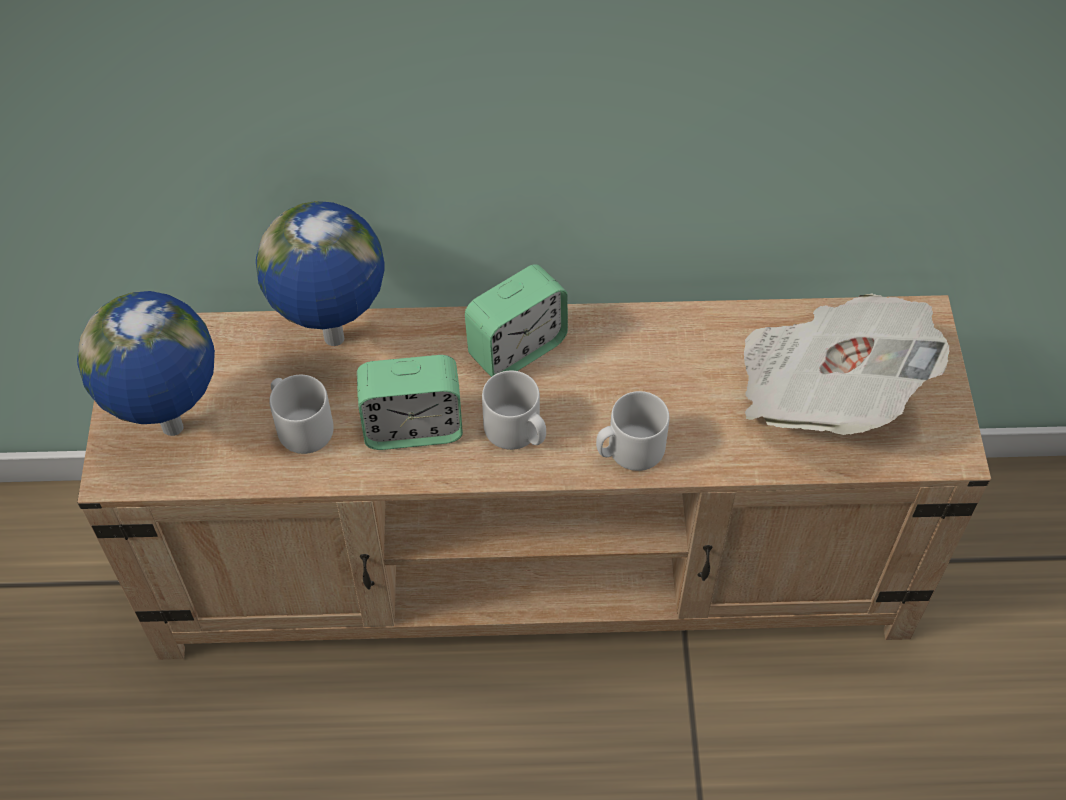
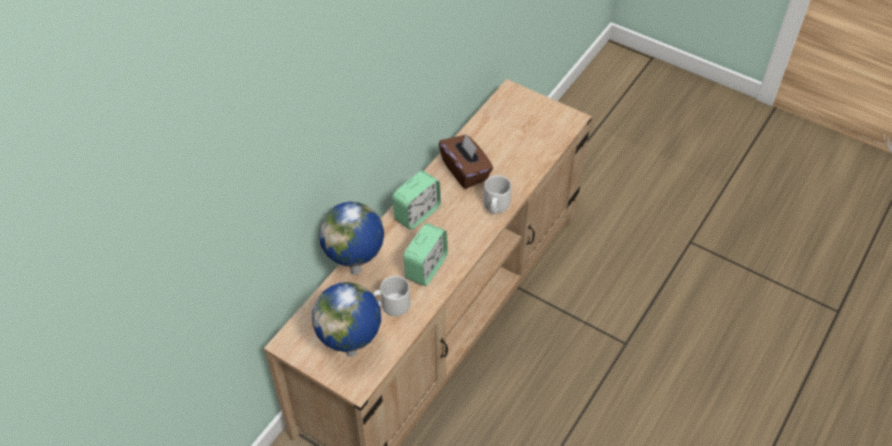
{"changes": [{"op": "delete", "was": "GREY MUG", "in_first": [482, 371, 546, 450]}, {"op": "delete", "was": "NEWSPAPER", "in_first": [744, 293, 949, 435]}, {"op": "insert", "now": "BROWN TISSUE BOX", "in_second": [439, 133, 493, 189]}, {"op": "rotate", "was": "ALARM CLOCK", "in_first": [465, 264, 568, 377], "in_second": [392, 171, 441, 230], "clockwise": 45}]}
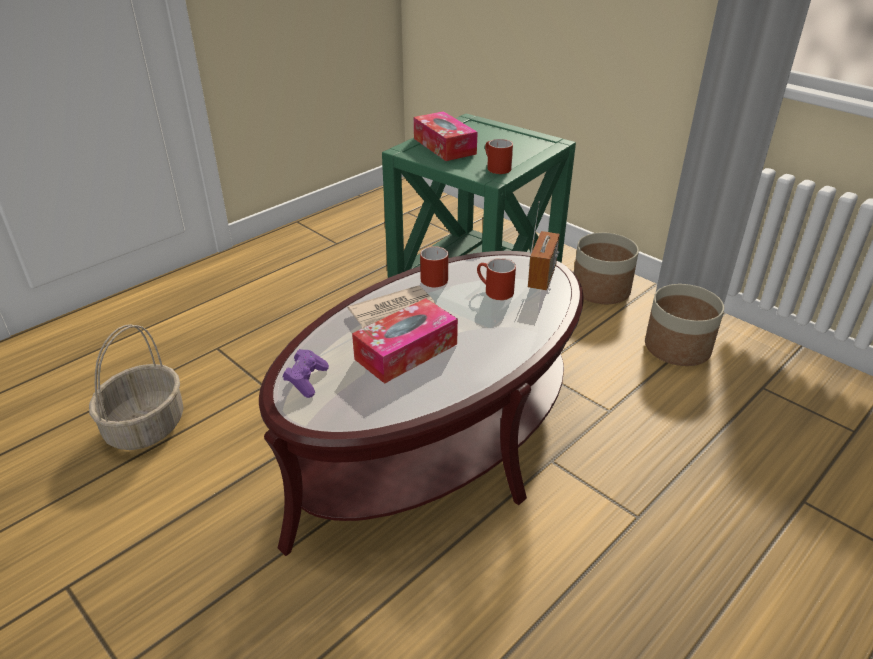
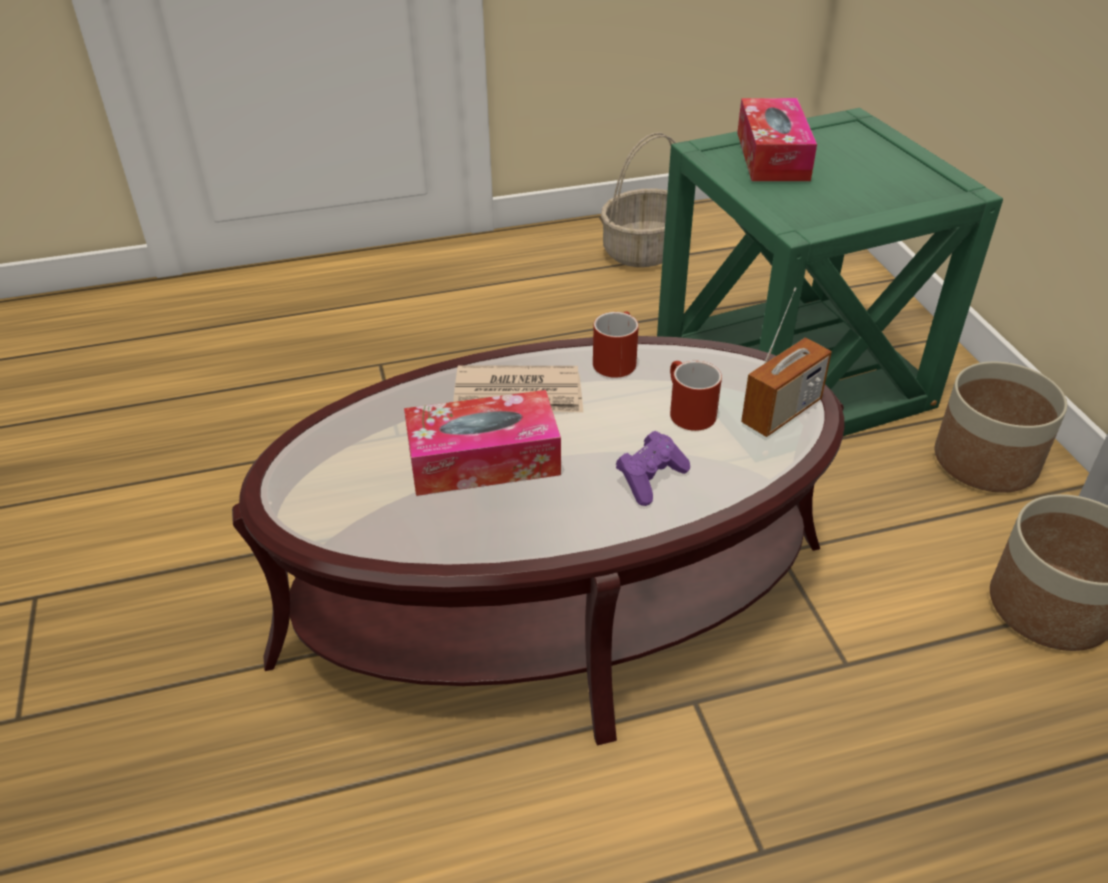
{"changes": [{"op": "delete", "was": "RED MUG", "in_first": [485, 139, 513, 174]}, {"op": "move", "was": "BASKET", "in_first": [89, 324, 184, 450], "in_second": [601, 132, 676, 267]}, {"op": "move", "was": "PURPLE GAME CONTROLLER", "in_first": [283, 349, 329, 398], "in_second": [616, 431, 690, 506]}]}
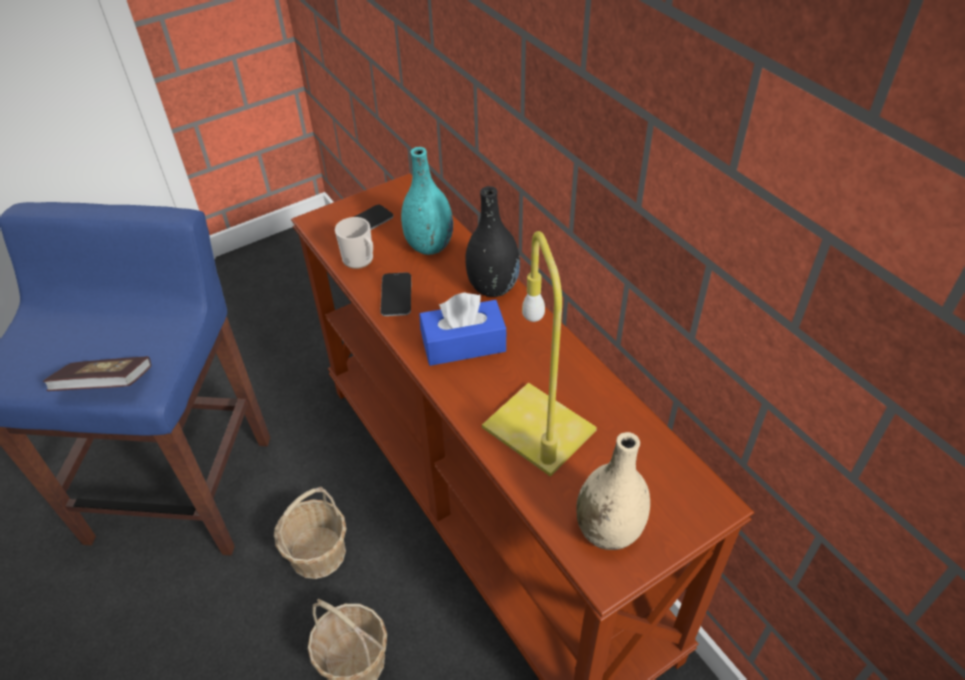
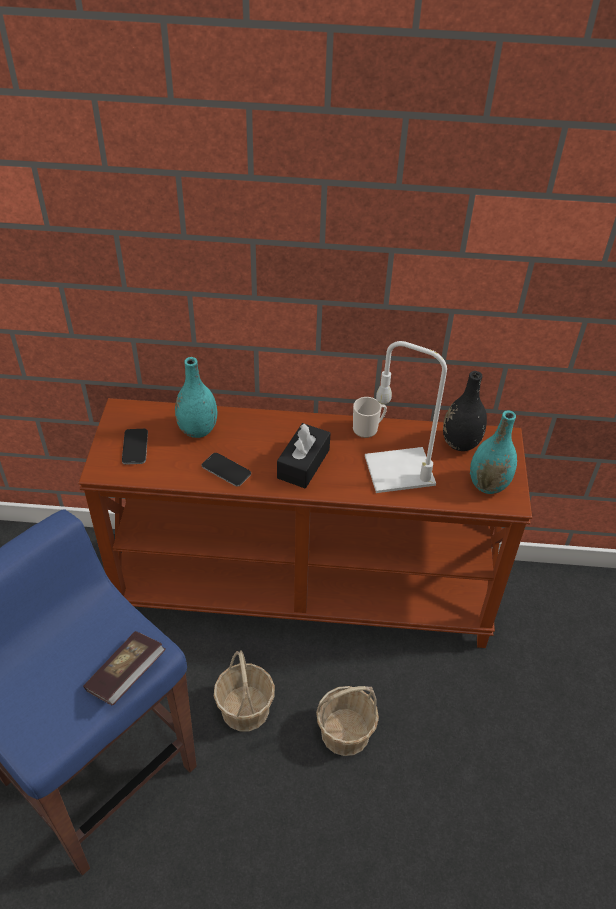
{"changes": [{"op": "move", "was": "MUG", "in_first": [335, 217, 373, 269], "in_second": [353, 397, 387, 438]}, {"op": "move", "was": "BLACK VASE", "in_first": [465, 186, 520, 297], "in_second": [443, 371, 487, 451]}, {"op": "recolor", "was": "BLUE TISSUE BOX", "now": "BLACK TISSUE BOX", "in_first": [419, 293, 506, 366], "in_second": [277, 423, 330, 488]}, {"op": "recolor", "was": "YELLOW TABLE LAMP", "now": "WHITE TABLE LAMP", "in_first": [482, 231, 597, 477], "in_second": [365, 341, 447, 493]}, {"op": "recolor", "was": "BEIGE VASE", "now": "TURQUOISE VASE", "in_first": [576, 432, 650, 550], "in_second": [470, 410, 517, 494]}]}
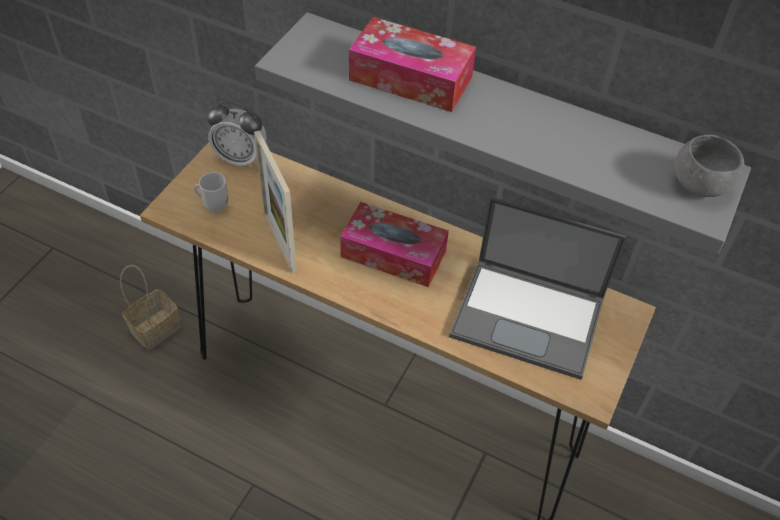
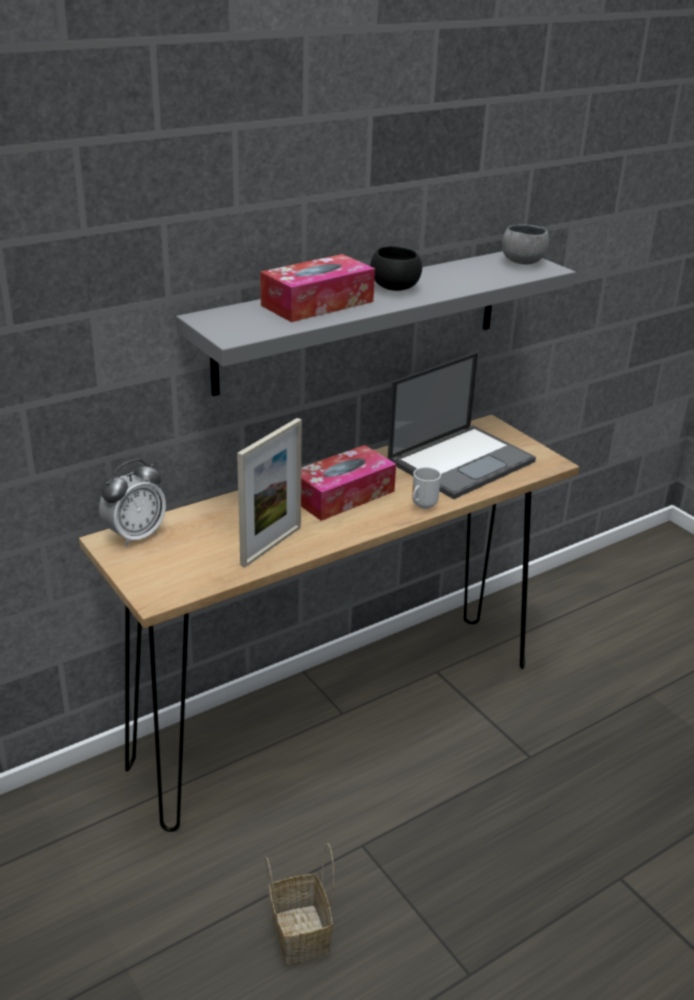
{"changes": [{"op": "insert", "now": "BLACK BOWL", "in_second": [370, 246, 422, 291]}, {"op": "move", "was": "BASKET", "in_first": [120, 265, 181, 350], "in_second": [266, 843, 334, 965]}, {"op": "move", "was": "MUG", "in_first": [194, 172, 229, 211], "in_second": [412, 467, 441, 509]}, {"op": "rotate", "was": "PICTURE FRAME", "in_first": [254, 130, 297, 273], "in_second": [237, 418, 302, 568], "clockwise": -60}]}
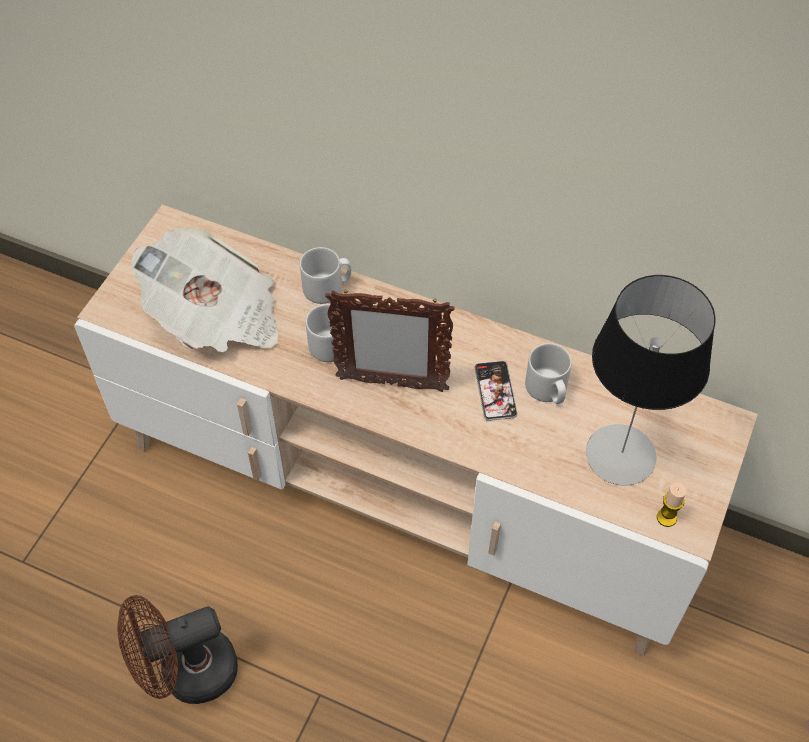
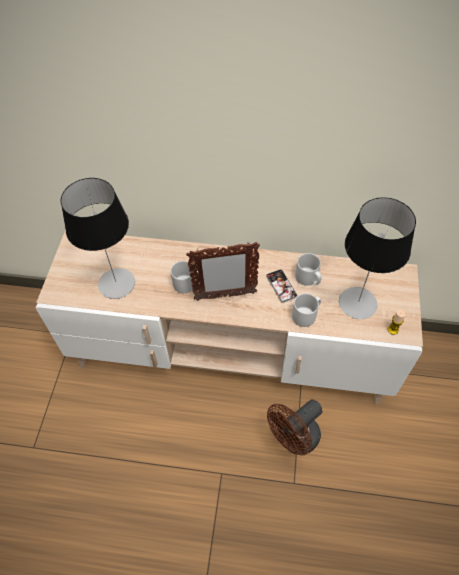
{"changes": [{"op": "move", "was": "BROWN FAN", "in_first": [117, 595, 238, 704], "in_second": [267, 399, 322, 455]}, {"op": "move", "was": "GREY MUG", "in_first": [300, 247, 351, 304], "in_second": [292, 293, 321, 327]}, {"op": "replace", "was": "NEWSPAPER", "now": "TABLE LAMP", "in_first": [131, 228, 278, 352], "in_second": [61, 178, 135, 299]}]}
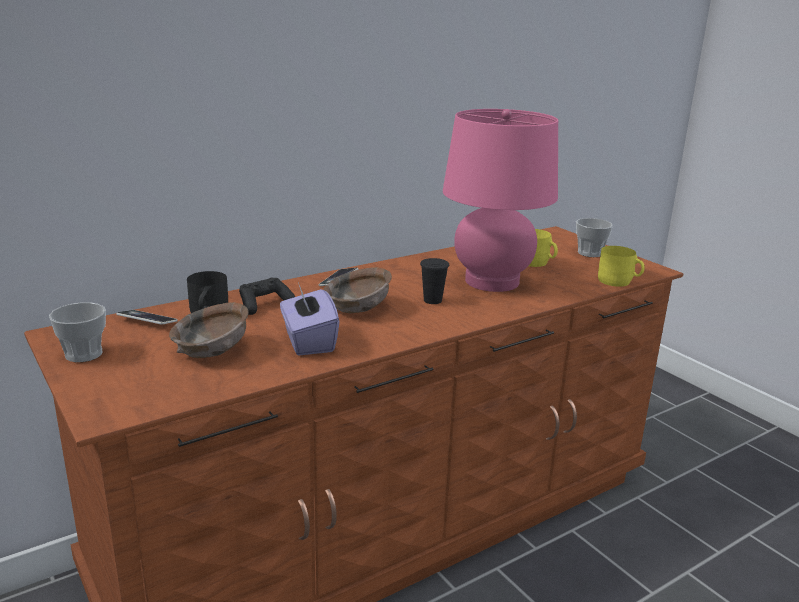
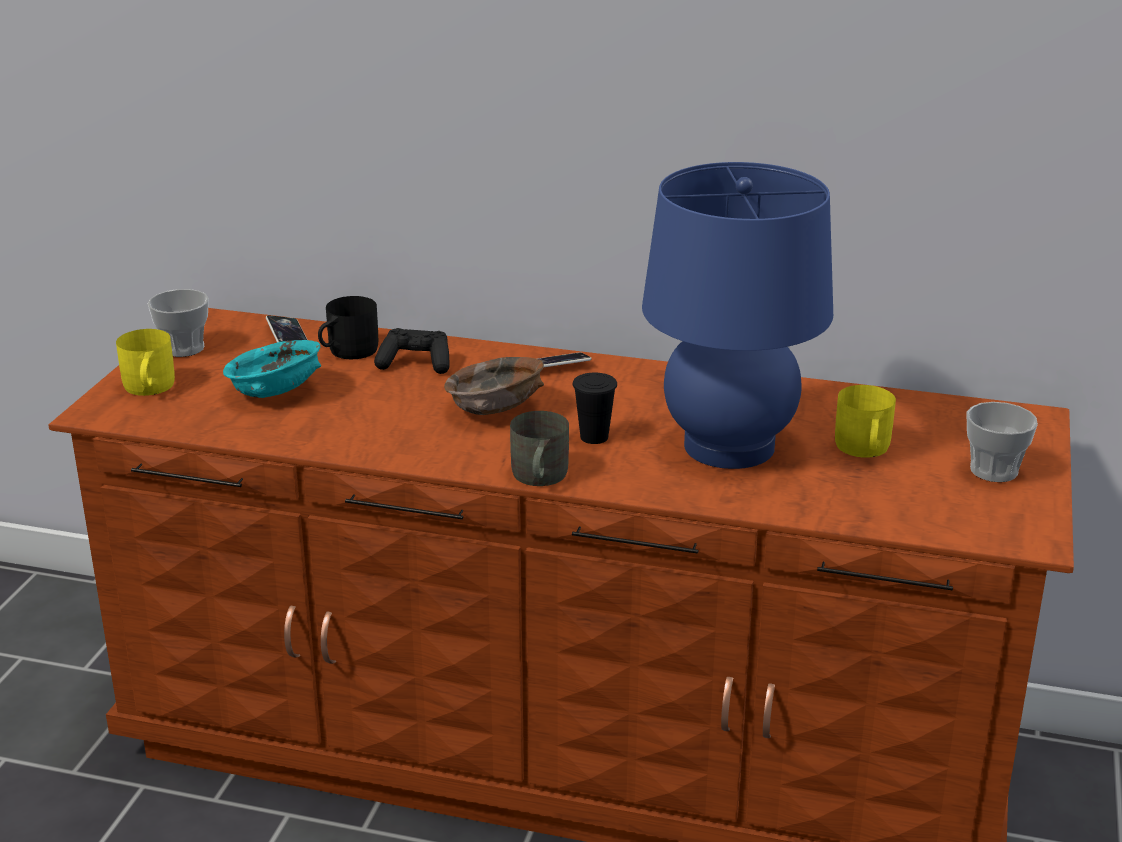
{"changes": [{"op": "delete", "was": "PURPLE TISSUE BOX", "in_first": [280, 282, 340, 355]}, {"op": "insert", "now": "GREY MUG", "in_second": [510, 411, 569, 486]}, {"op": "move", "was": "YELLOW MUG", "in_first": [598, 246, 645, 287], "in_second": [116, 329, 175, 396]}, {"op": "recolor", "was": "BROWN BOWL", "now": "TURQUOISE BOWL", "in_first": [169, 302, 249, 358], "in_second": [223, 340, 321, 398]}, {"op": "recolor", "was": "PINK TABLE LAMP", "now": "BLUE TABLE LAMP", "in_first": [443, 109, 558, 292], "in_second": [642, 162, 833, 469]}]}
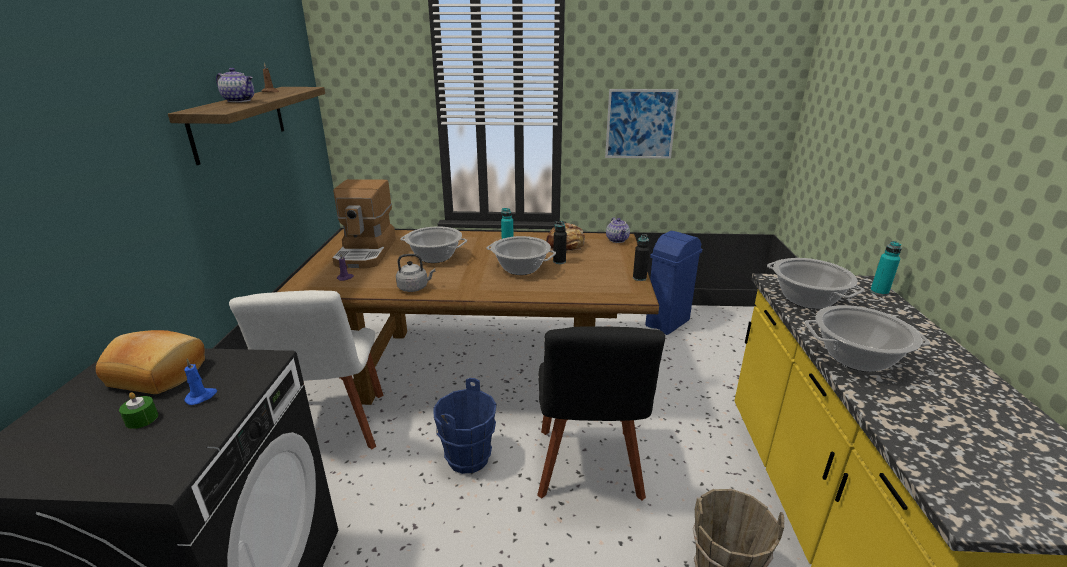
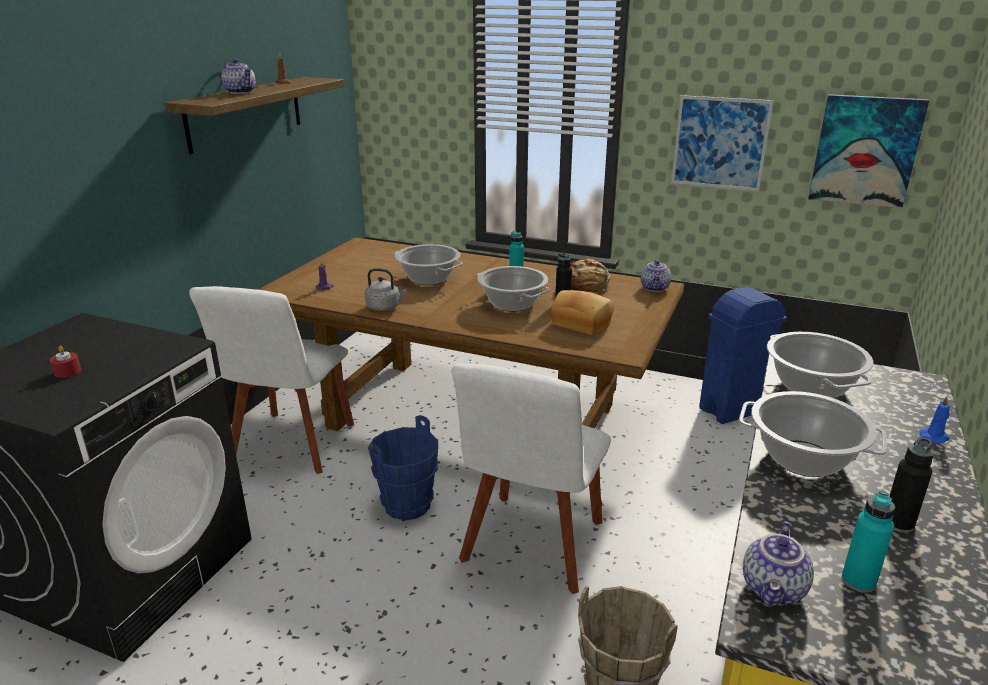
{"changes": [{"op": "delete", "was": "COFFEE MACHINE", "in_first": [332, 179, 396, 269]}, {"op": "insert", "now": "TEAPOT", "in_second": [743, 521, 814, 606]}, {"op": "insert", "now": "PICTURE", "in_second": [808, 94, 929, 208]}, {"op": "move", "was": "BREAD", "in_first": [96, 330, 205, 394], "in_second": [551, 290, 614, 335]}, {"op": "move", "was": "BLUE CANDLE", "in_first": [184, 359, 217, 405], "in_second": [919, 395, 950, 443]}, {"op": "move", "was": "BLACK BOTTLE", "in_first": [633, 234, 650, 281], "in_second": [890, 438, 934, 533]}, {"op": "move", "was": "TURQUOISE BOTTLE", "in_first": [870, 241, 902, 296], "in_second": [842, 491, 895, 593]}, {"op": "recolor", "was": "GREEN CANDLE", "now": "RED CANDLE", "in_first": [119, 392, 158, 429], "in_second": [50, 346, 81, 378]}, {"op": "recolor", "was": "BLACK CHAIR", "now": "WHITE CHAIR", "in_first": [537, 326, 665, 501], "in_second": [452, 364, 611, 594]}]}
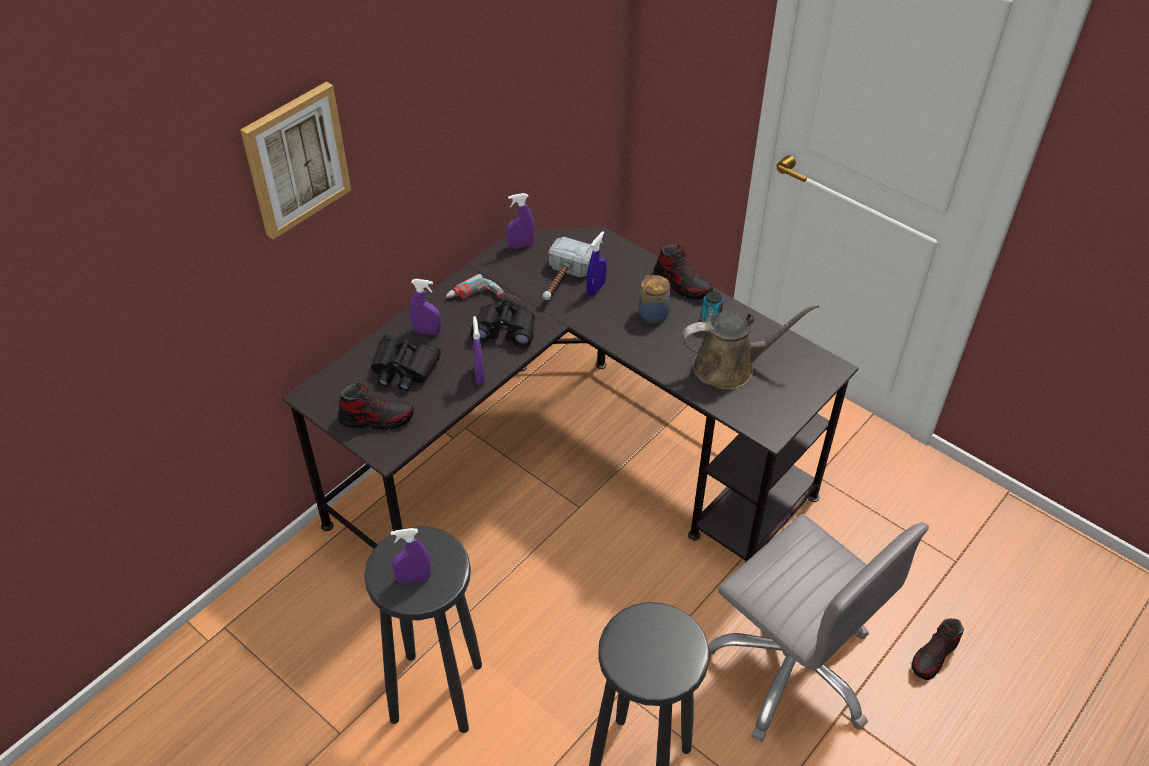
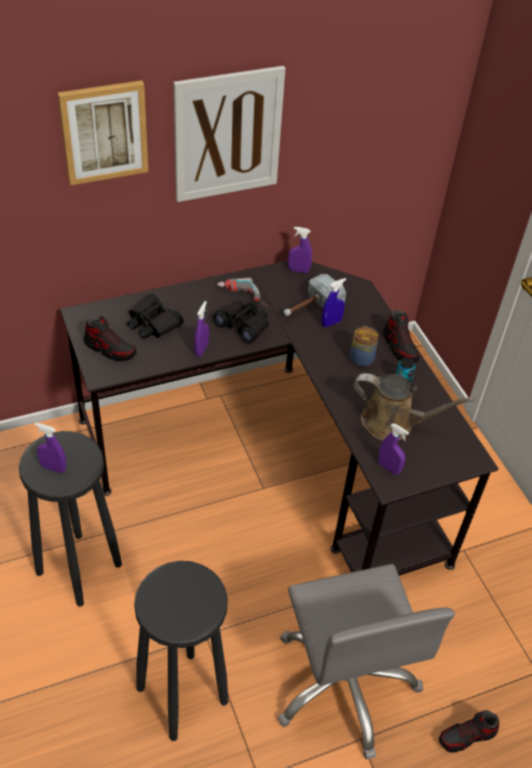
{"changes": [{"op": "insert", "now": "PICTURE", "in_second": [173, 66, 285, 202]}, {"op": "move", "was": "PURPLE SPRAY BOTTLE", "in_first": [410, 279, 441, 335], "in_second": [378, 423, 409, 475]}]}
